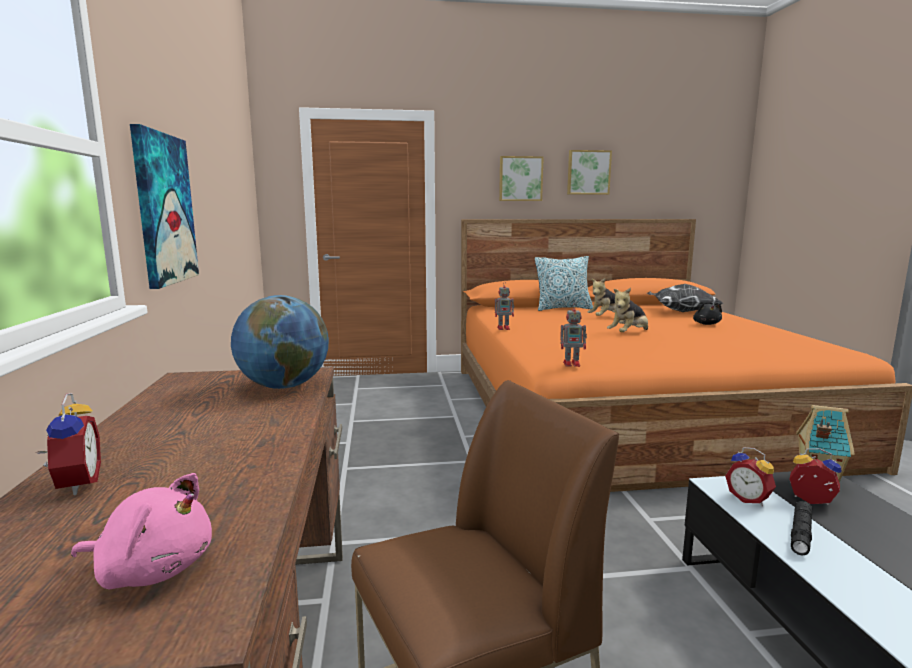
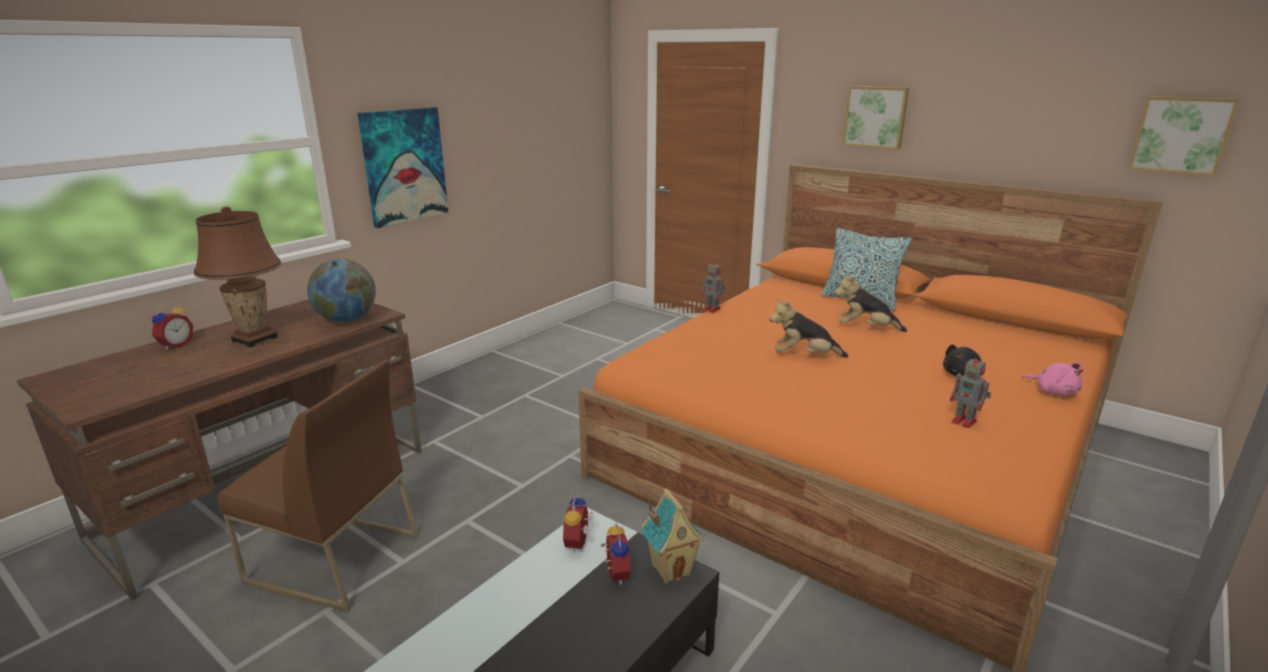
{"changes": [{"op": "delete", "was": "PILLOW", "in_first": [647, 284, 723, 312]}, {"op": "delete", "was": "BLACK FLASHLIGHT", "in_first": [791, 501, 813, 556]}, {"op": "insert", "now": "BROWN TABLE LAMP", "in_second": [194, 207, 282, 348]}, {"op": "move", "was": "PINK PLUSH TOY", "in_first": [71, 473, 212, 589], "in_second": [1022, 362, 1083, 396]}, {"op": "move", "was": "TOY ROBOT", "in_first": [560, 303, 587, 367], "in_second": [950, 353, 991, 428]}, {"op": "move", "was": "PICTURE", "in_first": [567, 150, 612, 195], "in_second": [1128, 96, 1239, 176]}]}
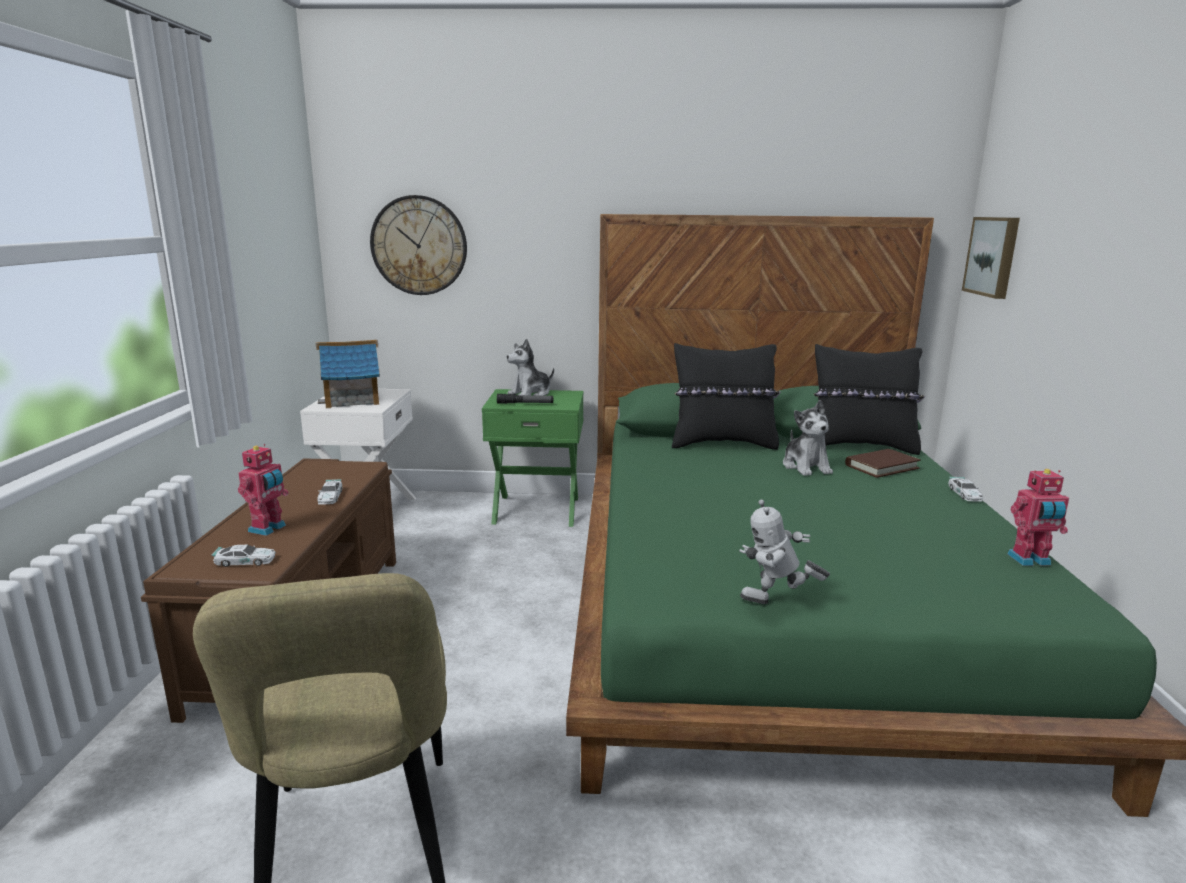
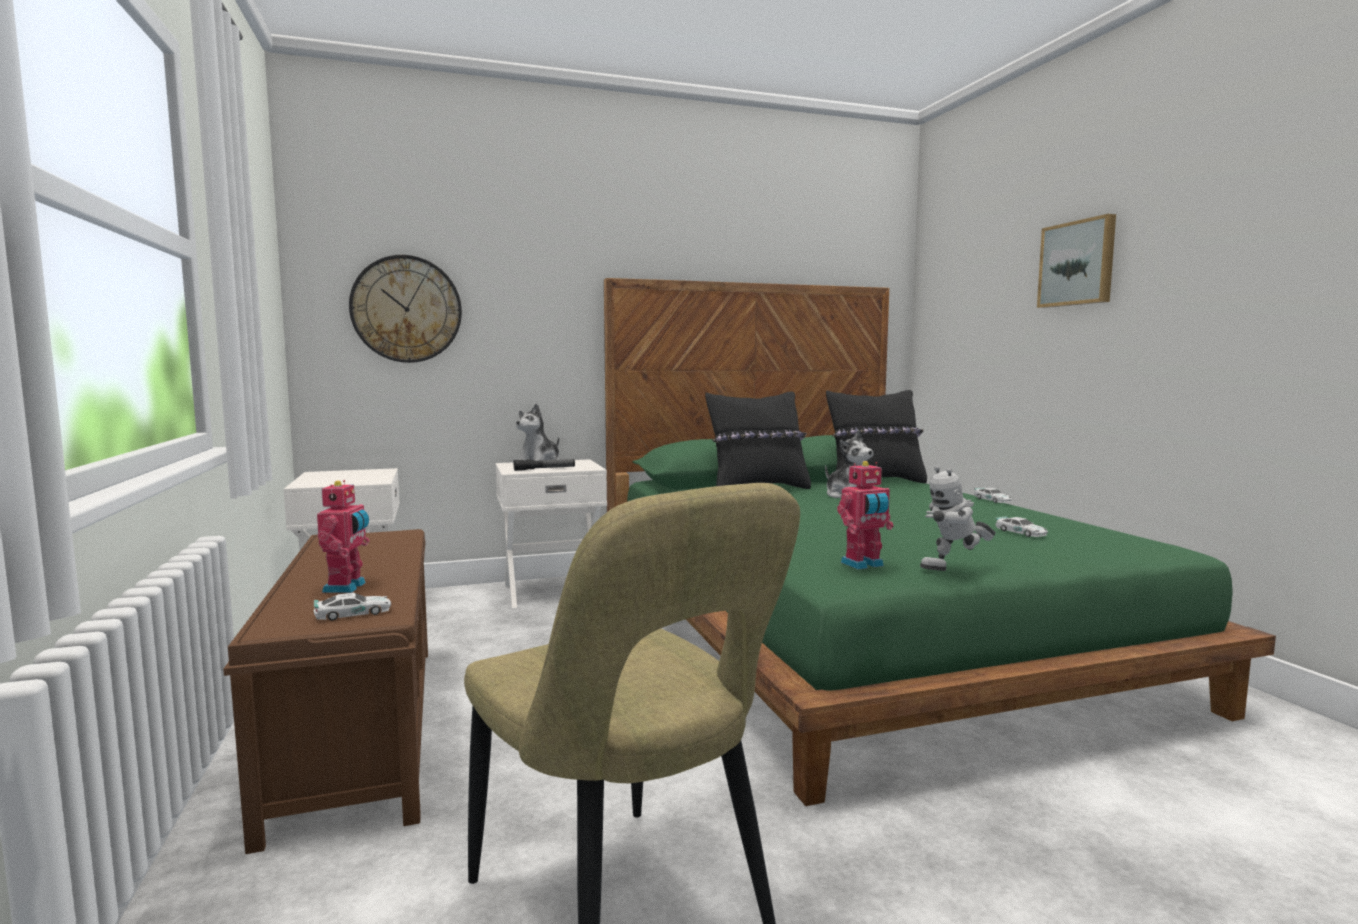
{"changes": [{"op": "delete", "was": "TOY HOUSE", "in_first": [316, 340, 380, 408]}, {"op": "delete", "was": "BROWN BOOK", "in_first": [845, 449, 921, 478]}, {"op": "move", "was": "TOY CAR", "in_first": [317, 479, 342, 504], "in_second": [995, 516, 1048, 537]}, {"op": "move", "was": "PICTURE", "in_first": [962, 217, 1020, 299], "in_second": [1037, 214, 1116, 308]}, {"op": "move", "was": "TOY ROBOT", "in_first": [1007, 469, 1069, 566], "in_second": [837, 461, 893, 570]}, {"op": "recolor", "was": "GREEN NIGHTSTAND", "now": "WHITE NIGHTSTAND", "in_first": [482, 389, 584, 527], "in_second": [496, 459, 607, 608]}]}
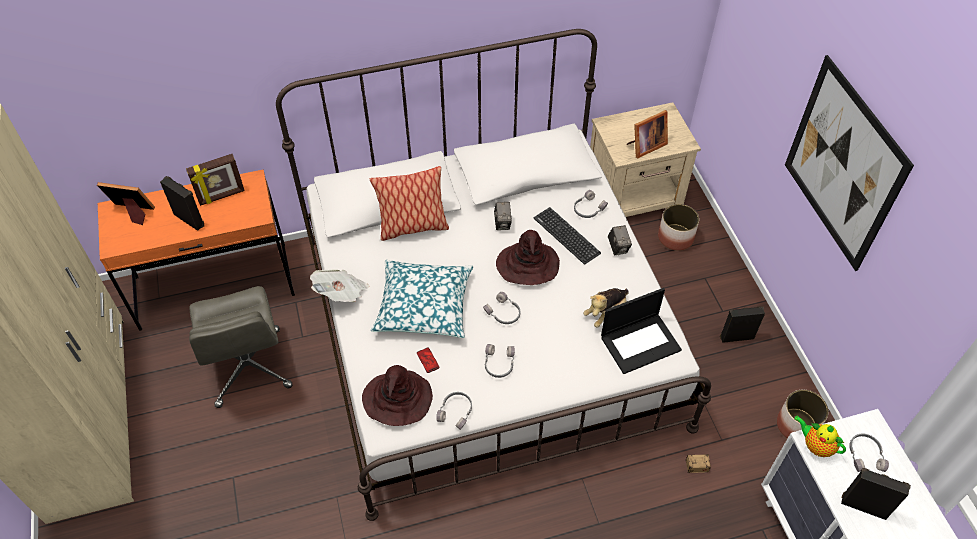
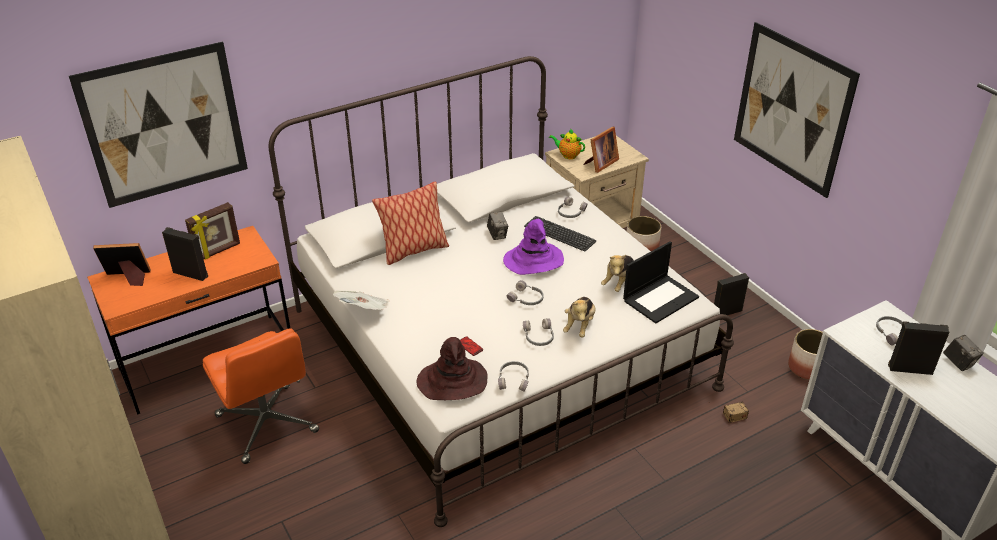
{"changes": [{"op": "delete", "was": "PILLOW", "in_first": [371, 260, 473, 338]}, {"op": "insert", "now": "PICTURE", "in_second": [69, 41, 248, 208]}, {"op": "insert", "now": "PLUSH TOY", "in_second": [563, 297, 595, 337]}, {"op": "move", "was": "PHOTO CAMERA", "in_first": [608, 225, 632, 255], "in_second": [943, 335, 984, 371]}, {"op": "move", "was": "TEAPOT", "in_first": [794, 416, 846, 457], "in_second": [549, 128, 585, 159]}, {"op": "recolor", "was": "GREY OFFICE CHAIR", "now": "ORANGE OFFICE CHAIR", "in_first": [189, 286, 293, 408], "in_second": [203, 328, 319, 464]}, {"op": "recolor", "was": "BROWN HAT", "now": "PURPLE HAT", "in_first": [496, 230, 560, 285], "in_second": [503, 219, 564, 275]}]}
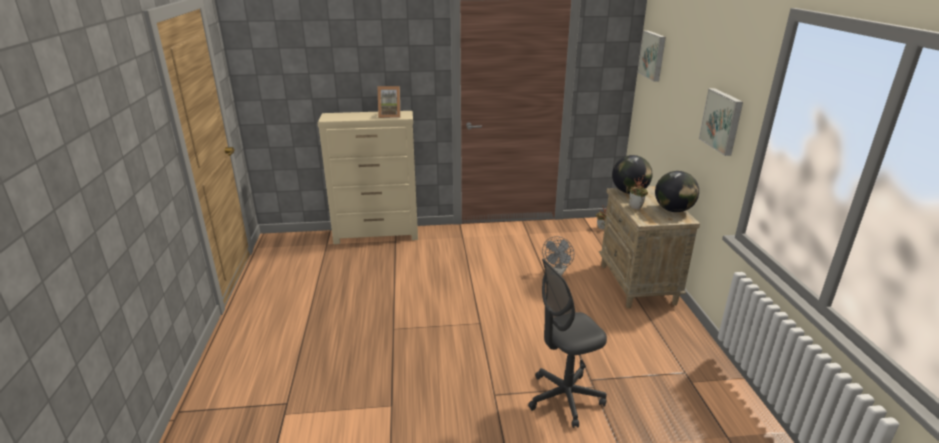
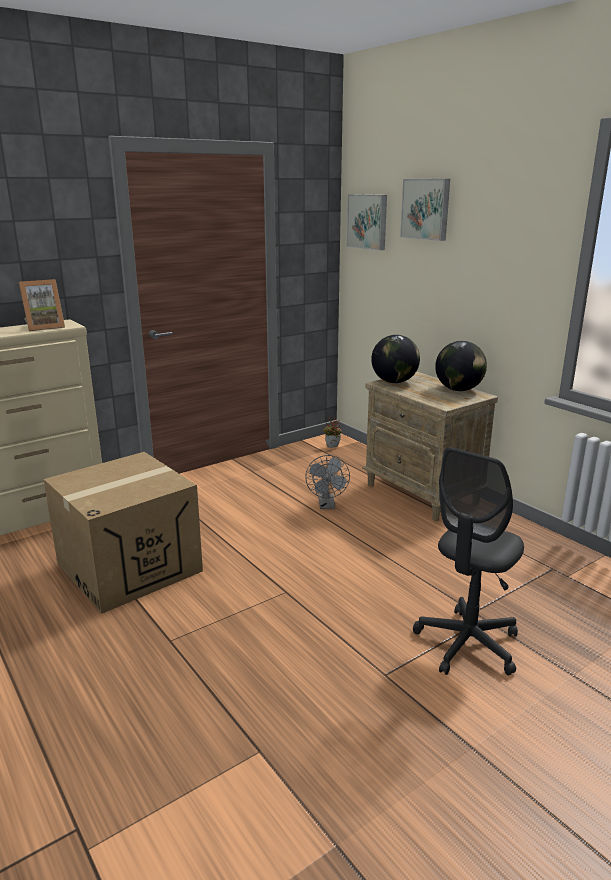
{"changes": [{"op": "delete", "was": "POTTED PLANT", "in_first": [629, 175, 648, 210]}, {"op": "insert", "now": "CARDBOARD BOX", "in_second": [44, 452, 203, 614]}, {"op": "move", "was": "PICTURE", "in_first": [699, 88, 743, 156], "in_second": [400, 179, 450, 241]}]}
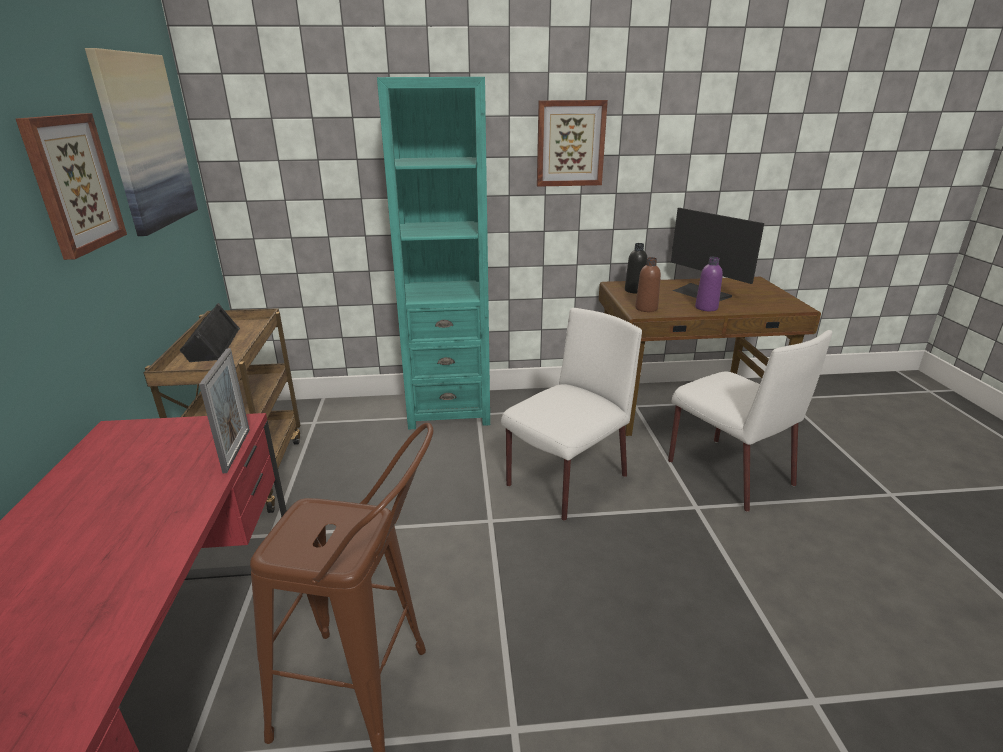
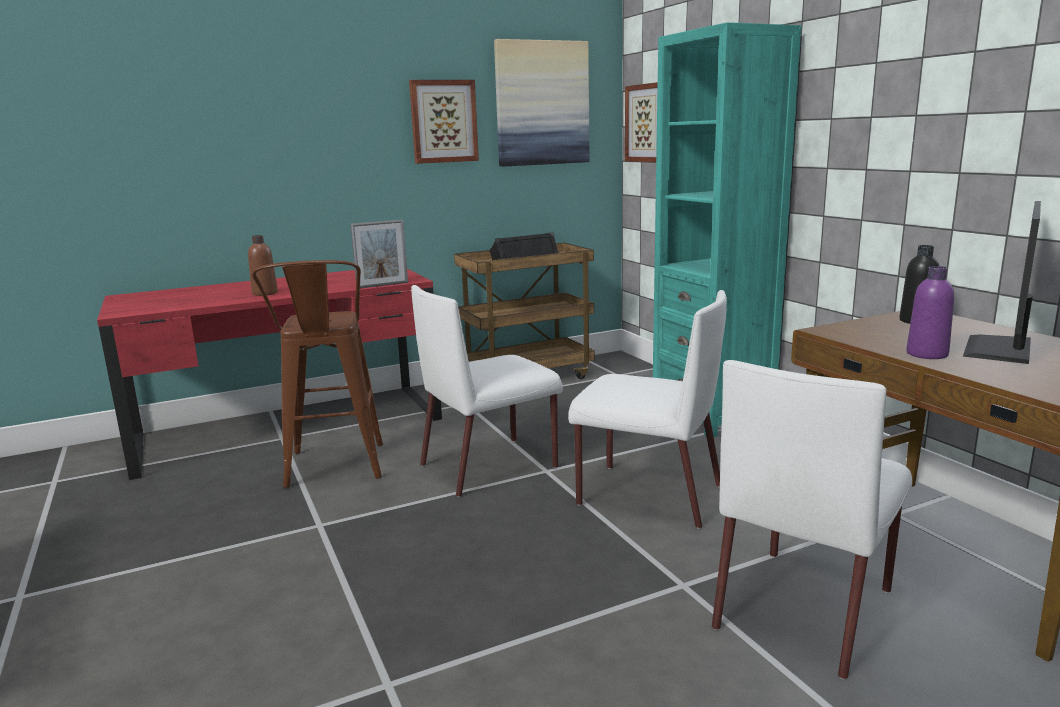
{"changes": [{"op": "insert", "now": "WHITE CHAIR", "in_second": [411, 285, 563, 497]}, {"op": "move", "was": "PICTURE", "in_first": [537, 100, 608, 187], "in_second": [625, 82, 658, 162]}, {"op": "move", "was": "BROWN BOTTLE", "in_first": [635, 257, 661, 312], "in_second": [248, 235, 278, 296]}]}
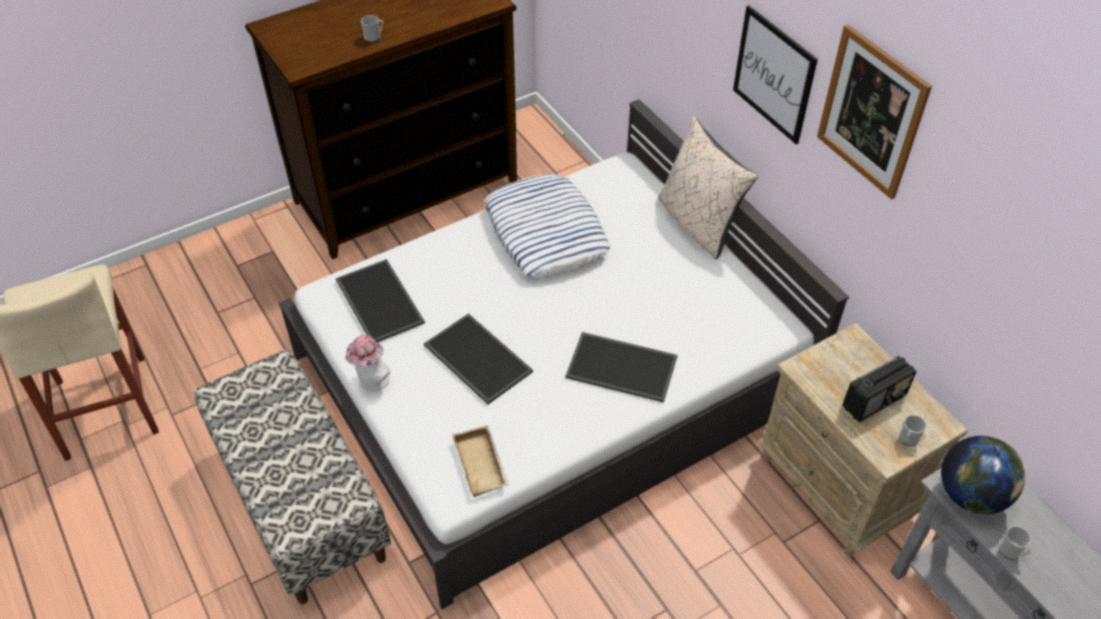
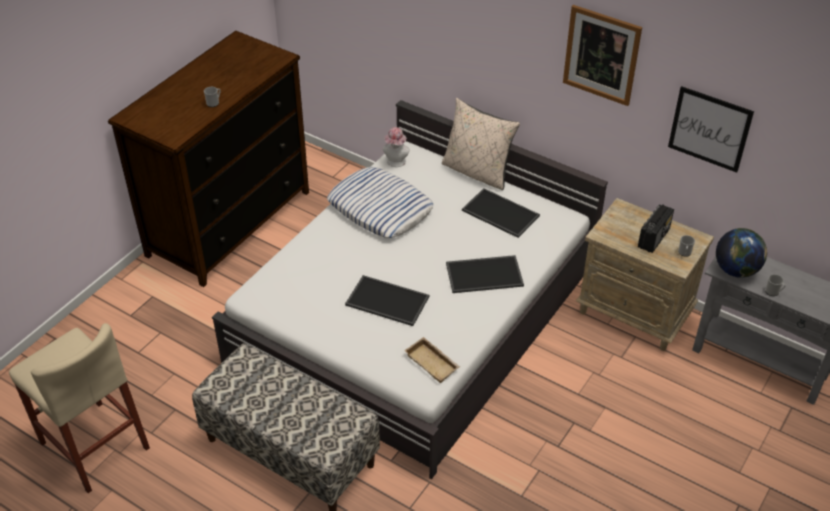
{"changes": [{"op": "move", "was": "TRAY", "in_first": [336, 259, 425, 342], "in_second": [462, 188, 540, 238]}, {"op": "move", "was": "HAT", "in_first": [345, 335, 390, 392], "in_second": [383, 127, 410, 167]}, {"op": "move", "was": "PICTURE", "in_first": [733, 5, 818, 144], "in_second": [668, 86, 754, 173]}]}
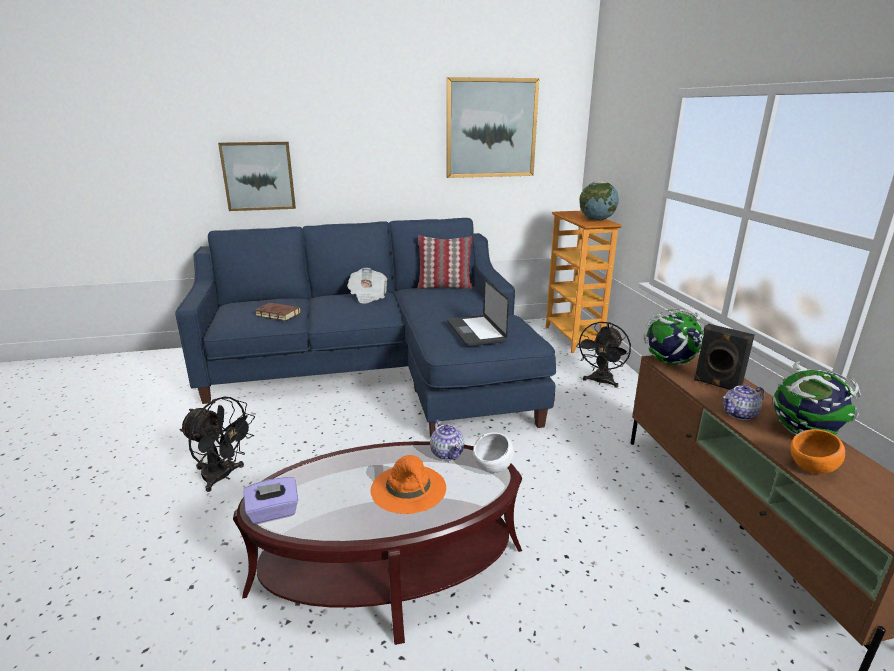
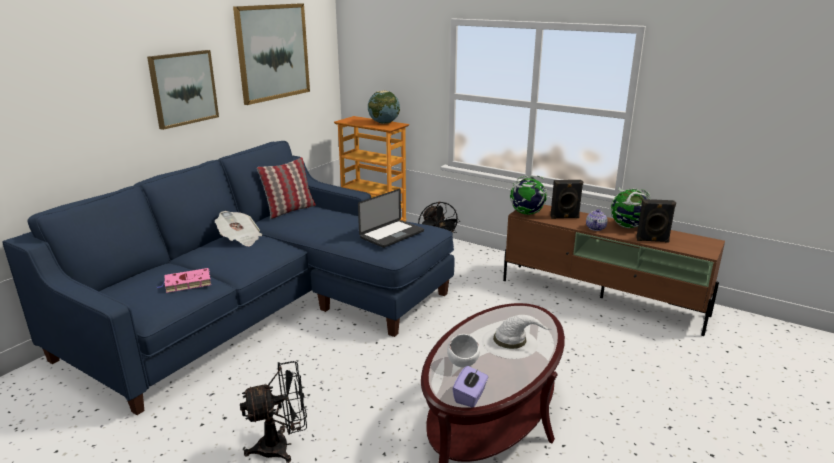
{"changes": [{"op": "delete", "was": "TEAPOT", "in_first": [430, 420, 464, 460]}, {"op": "move", "was": "PICTURE", "in_first": [218, 142, 296, 211], "in_second": [147, 50, 219, 130]}, {"op": "move", "was": "WHITE BOWL", "in_first": [473, 432, 514, 473], "in_second": [447, 334, 480, 368]}, {"op": "replace", "was": "ORANGE BOWL", "now": "BLACK SPEAKER", "in_first": [790, 429, 845, 474], "in_second": [636, 199, 676, 243]}, {"op": "recolor", "was": "BROWN BOOK", "now": "PINK BOOK", "in_first": [255, 303, 301, 321], "in_second": [156, 268, 211, 293]}, {"op": "recolor", "was": "ORANGE HAT", "now": "WHITE HAT", "in_first": [371, 455, 446, 514], "in_second": [482, 315, 552, 359]}, {"op": "rotate", "was": "LAPTOP", "in_first": [447, 279, 509, 346], "in_second": [358, 189, 424, 248], "clockwise": -75}]}
